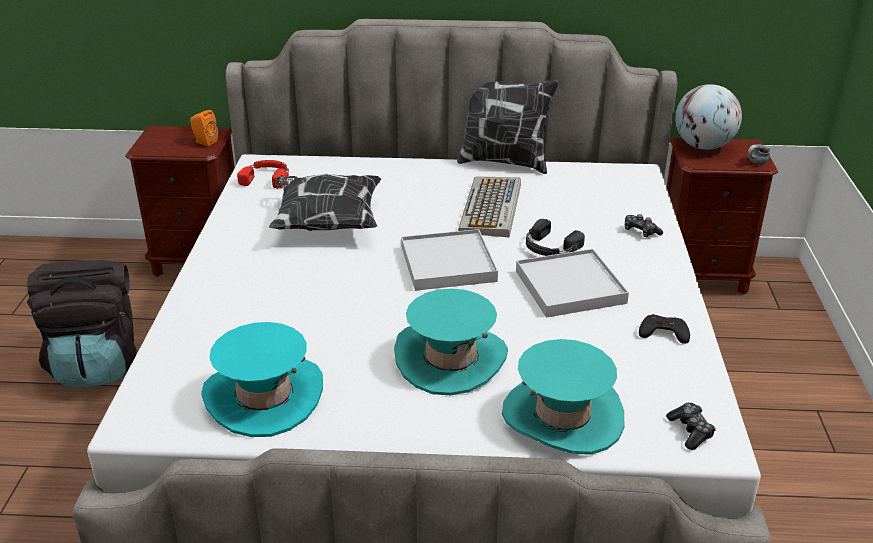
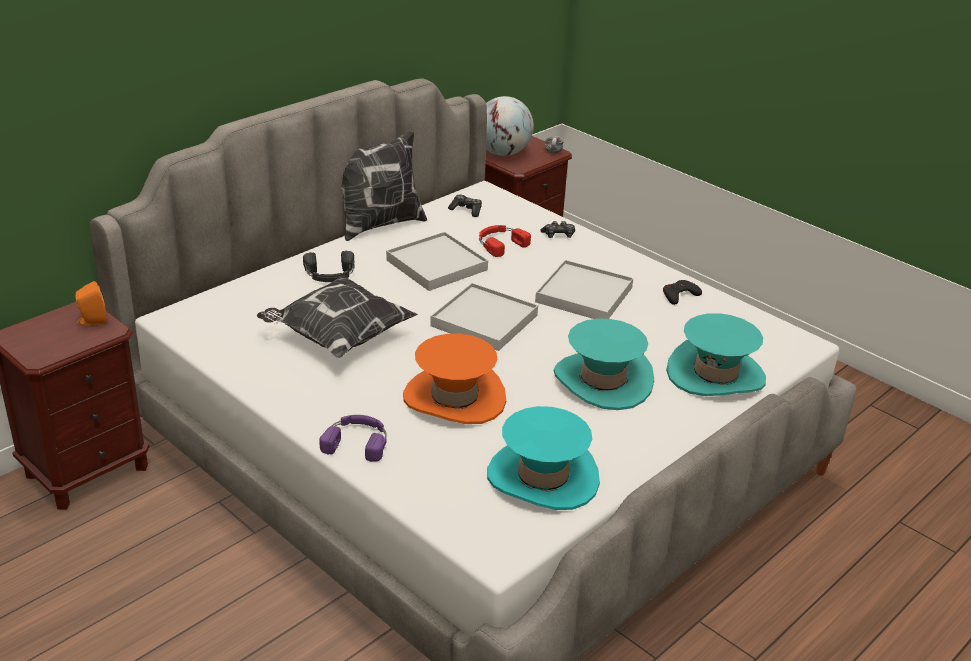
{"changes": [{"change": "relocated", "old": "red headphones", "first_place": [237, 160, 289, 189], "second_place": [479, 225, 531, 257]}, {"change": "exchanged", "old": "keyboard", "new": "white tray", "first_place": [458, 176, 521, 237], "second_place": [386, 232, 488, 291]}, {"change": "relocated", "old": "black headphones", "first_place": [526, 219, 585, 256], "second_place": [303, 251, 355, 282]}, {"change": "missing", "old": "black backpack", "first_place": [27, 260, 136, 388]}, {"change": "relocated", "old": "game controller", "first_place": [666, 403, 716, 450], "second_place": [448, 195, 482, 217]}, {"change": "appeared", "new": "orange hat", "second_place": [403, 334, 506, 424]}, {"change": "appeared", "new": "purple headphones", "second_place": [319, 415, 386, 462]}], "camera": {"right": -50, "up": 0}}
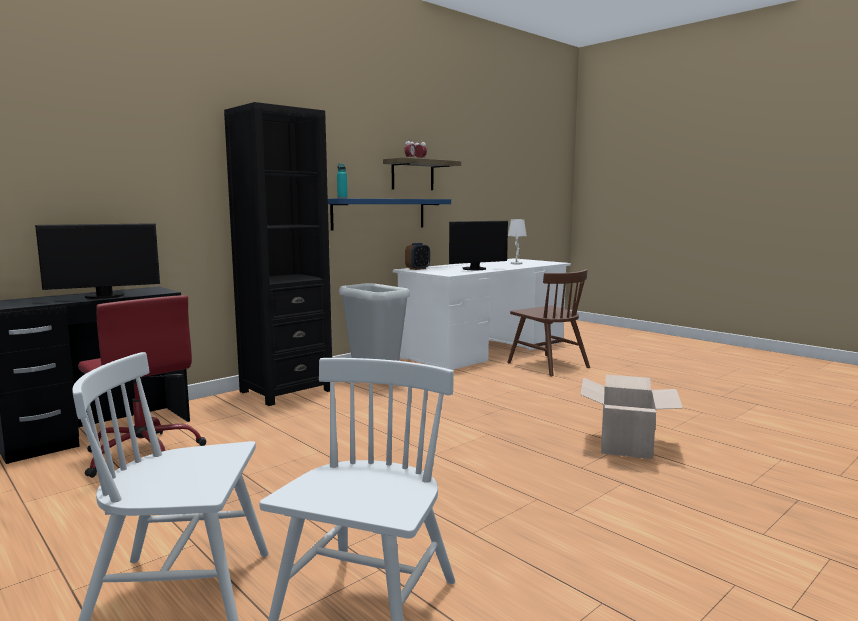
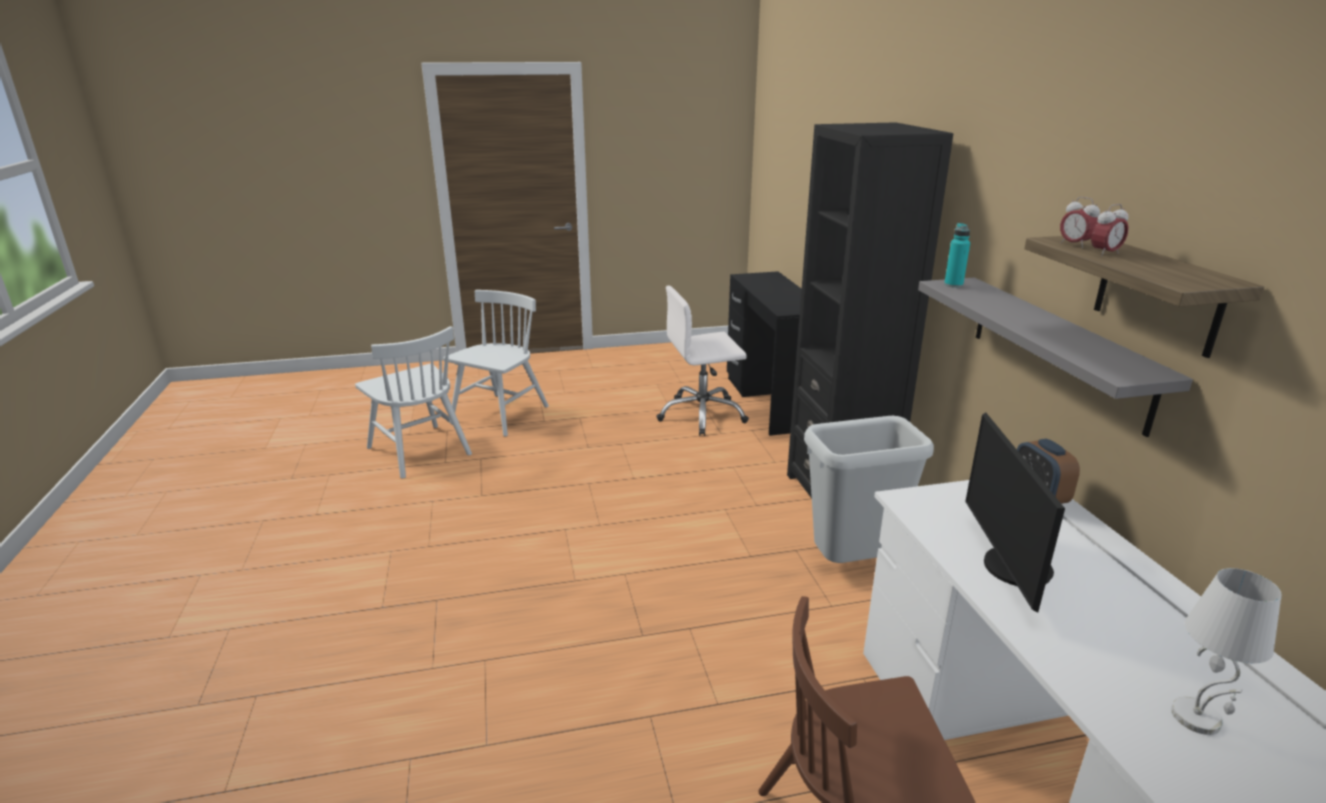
{"changes": [{"change": "colour", "old": "blue shelf", "new": "grey shelf", "first_place": [328, 198, 451, 231], "second_place": [918, 277, 1193, 437]}, {"change": "missing", "old": "monitor", "first_place": [35, 223, 160, 299]}, {"change": "colour", "old": "red office chair", "new": "white office chair", "first_place": [78, 295, 207, 478], "second_place": [656, 286, 749, 436]}, {"change": "missing", "old": "cardboard box", "first_place": [580, 375, 683, 459]}], "camera": {"right": 120, "up": 15}}
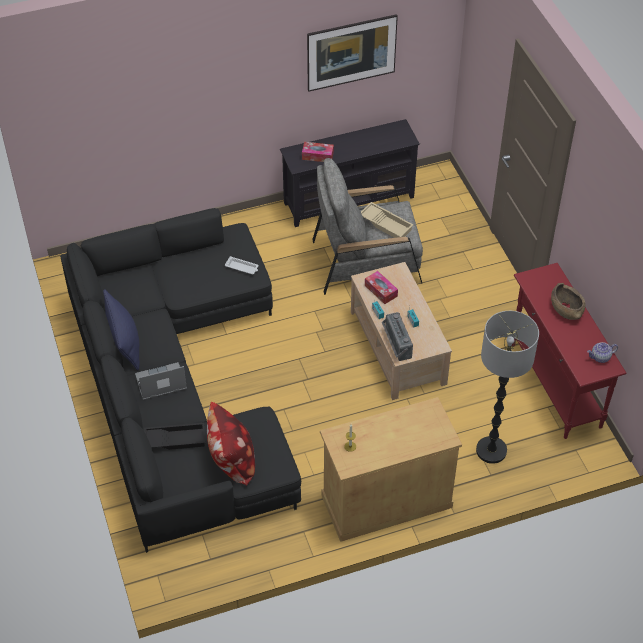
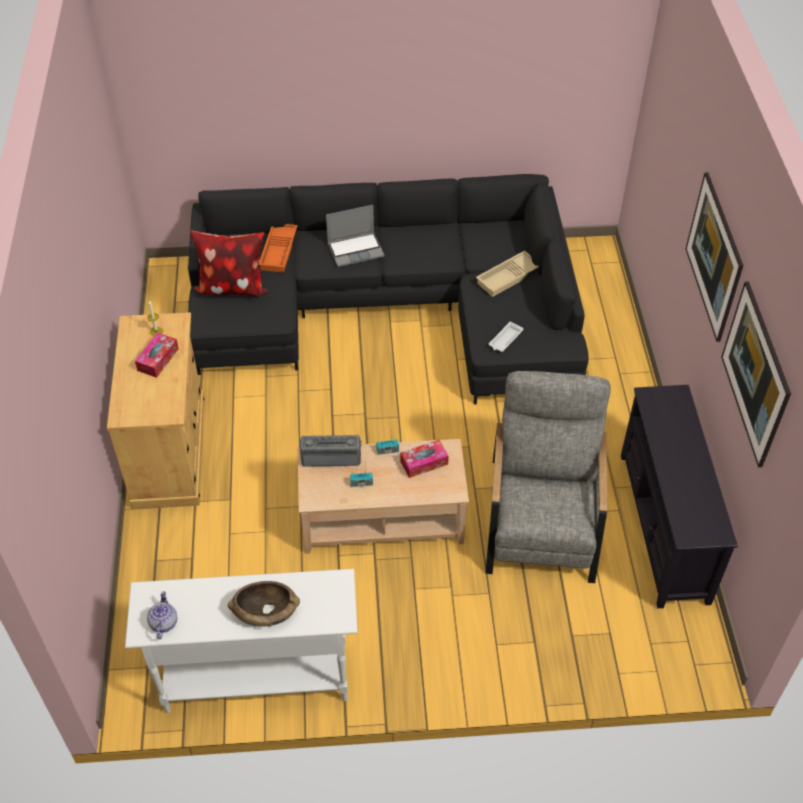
{"changes": [{"change": "relocated", "old": "tissue box", "first_place": [302, 142, 334, 162], "second_place": [135, 333, 179, 378]}, {"change": "relocated", "old": "beige tray", "first_place": [361, 202, 413, 238], "second_place": [476, 251, 539, 297]}, {"change": "colour", "old": "red console table", "new": "white console table", "first_place": [512, 263, 627, 439], "second_place": [125, 569, 358, 713]}, {"change": "missing", "old": "blue pillow", "first_place": [103, 289, 140, 371]}, {"change": "missing", "old": "floor lamp", "first_place": [476, 311, 539, 464]}, {"change": "spun", "old": "laptop", "first_place": [135, 362, 187, 400], "second_place": [326, 205, 385, 267], "degrees": 75}, {"change": "colour", "old": "black tray", "new": "orange tray", "first_place": [144, 423, 205, 450], "second_place": [259, 224, 298, 273]}, {"change": "appeared", "new": "picture", "second_place": [686, 172, 743, 342]}], "camera": {"right": 105, "up": 0}}
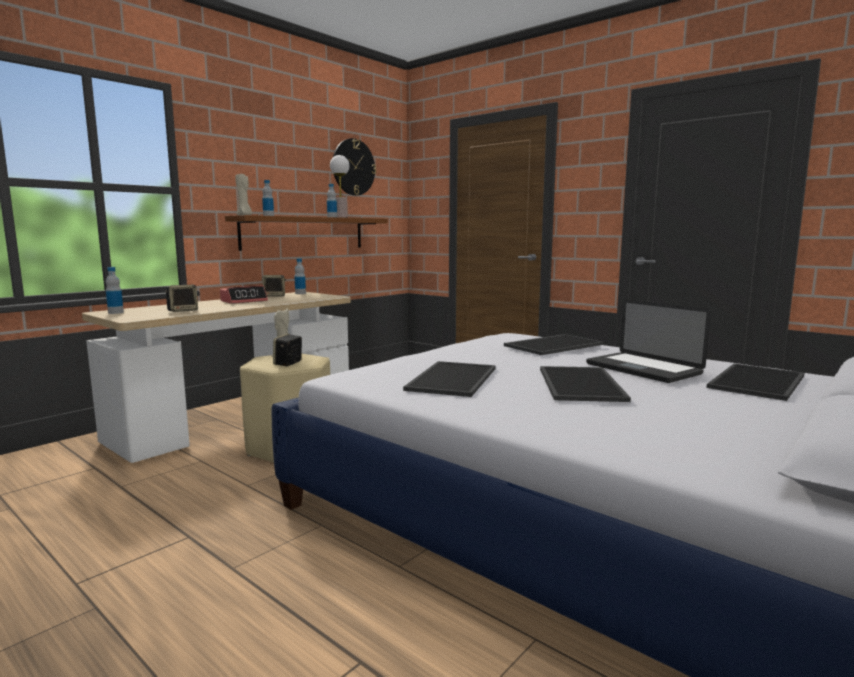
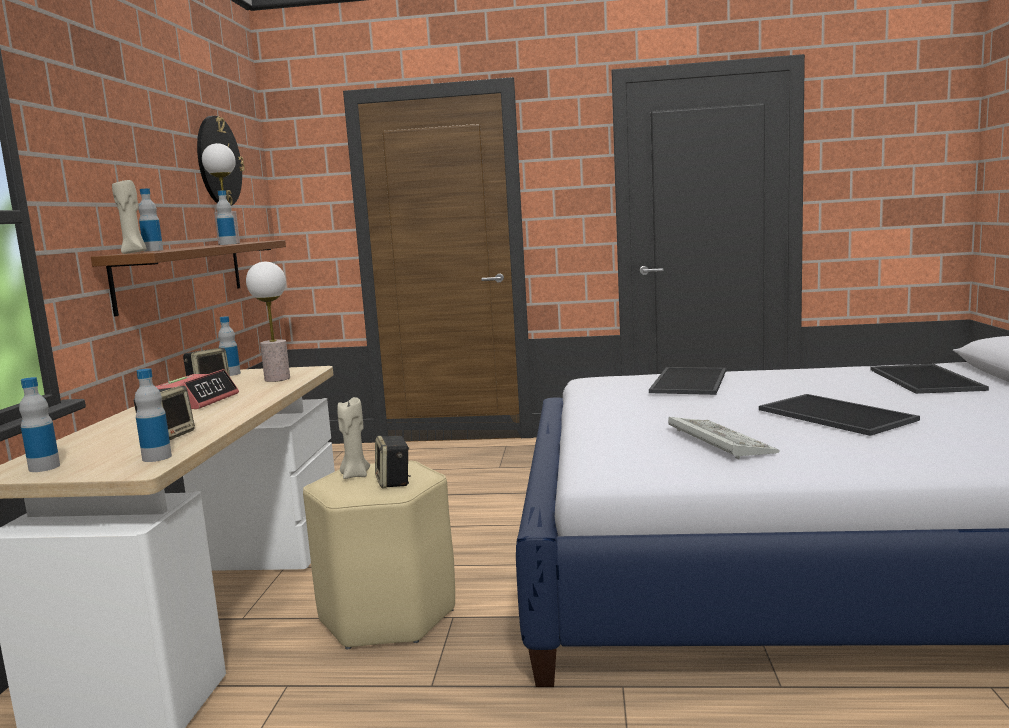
{"changes": [{"change": "missing", "old": "laptop", "first_place": [586, 300, 711, 383]}, {"change": "exchanged", "old": "tray", "new": "keyboard", "first_place": [403, 361, 496, 397], "second_place": [668, 417, 780, 459]}, {"change": "appeared", "new": "table lamp", "second_place": [246, 262, 290, 382]}, {"change": "appeared", "new": "bottle", "second_place": [135, 368, 172, 462]}], "camera": {"right": -35, "up": 0}}
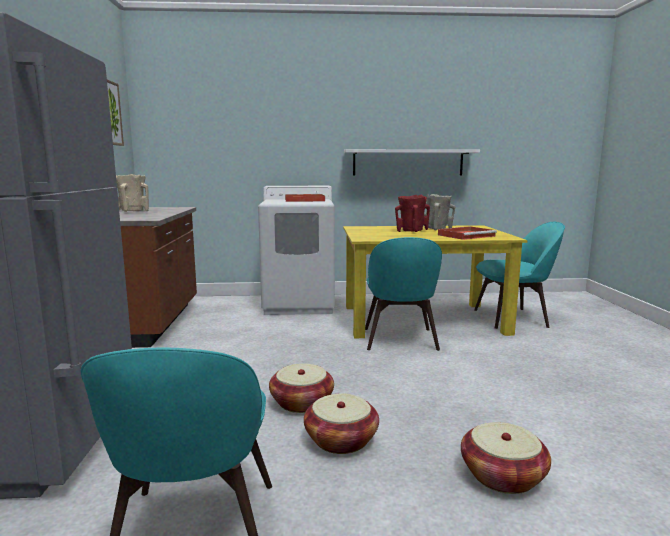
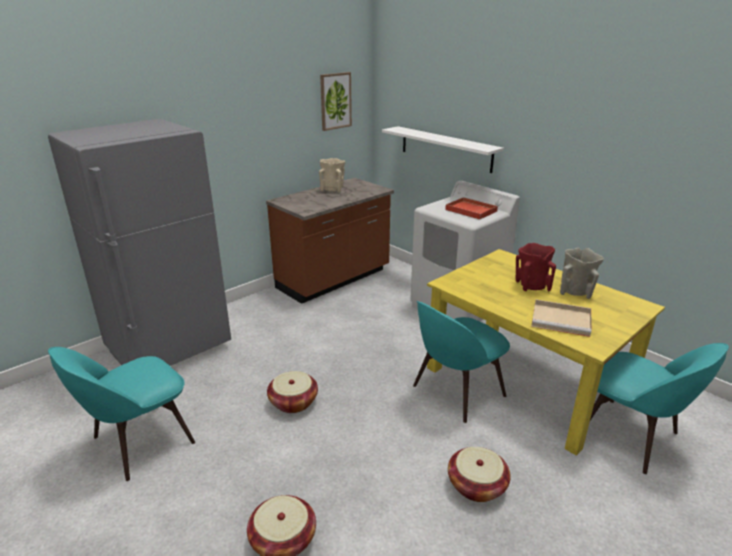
{"changes": [{"change": "relocated", "old": "white shelf", "first_place": [344, 149, 480, 175], "second_place": [382, 126, 504, 173]}, {"change": "colour", "old": "red tray", "new": "beige tray", "first_place": [438, 226, 497, 240], "second_place": [531, 299, 592, 337]}, {"change": "relocated", "old": "basket", "first_place": [304, 393, 379, 454], "second_place": [448, 447, 511, 502]}], "camera": {"right": 50, "up": 15}}
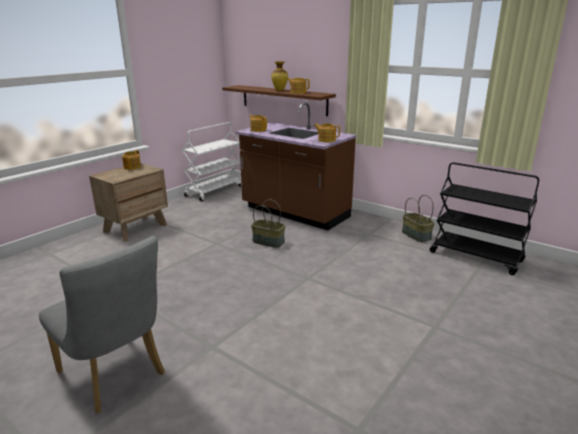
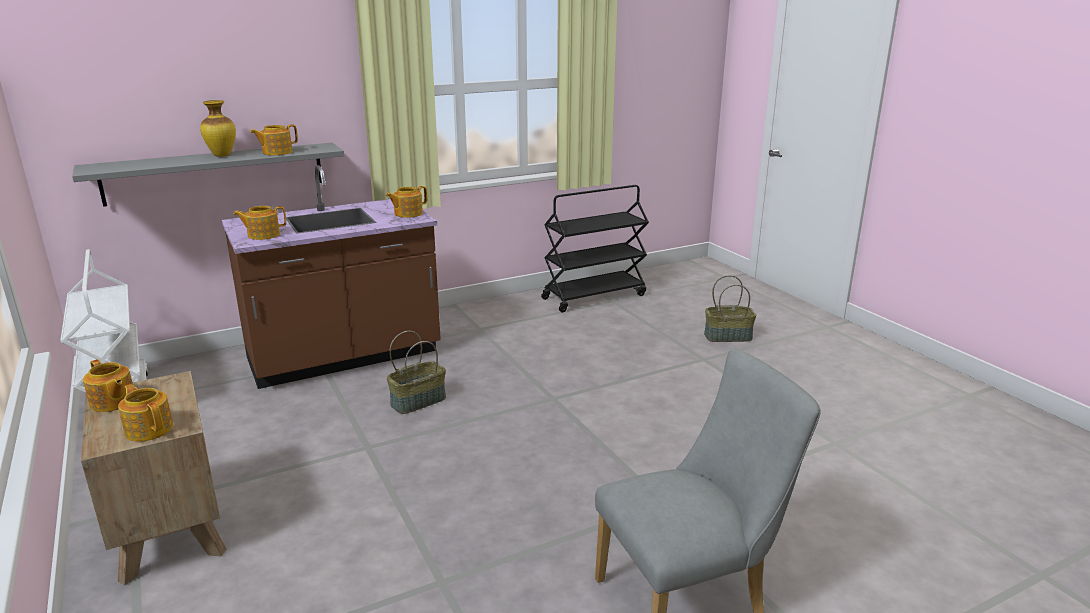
{"changes": [{"change": "colour", "old": "brown shelf", "new": "grey shelf", "first_place": [222, 85, 336, 116], "second_place": [72, 143, 344, 207]}, {"change": "relocated", "old": "basket", "first_place": [402, 195, 435, 243], "second_place": [704, 275, 756, 342]}, {"change": "appeared", "new": "teapot", "second_place": [118, 384, 173, 442]}], "camera": {"right": -65, "up": 0}}
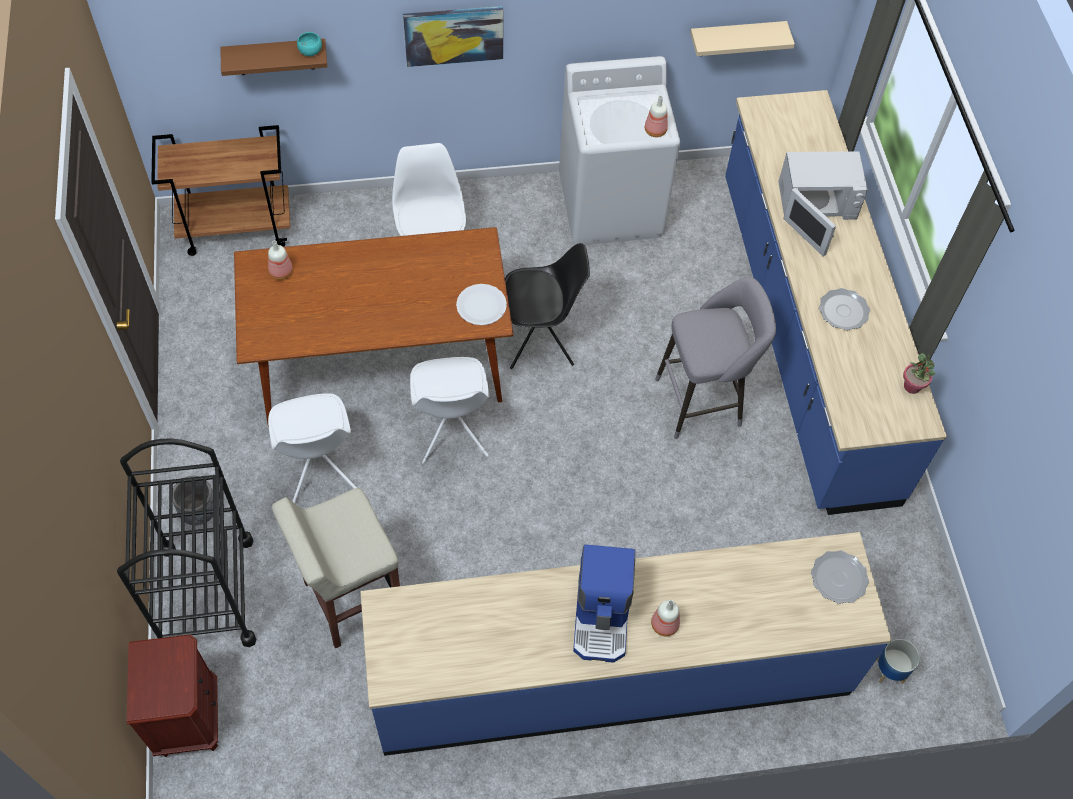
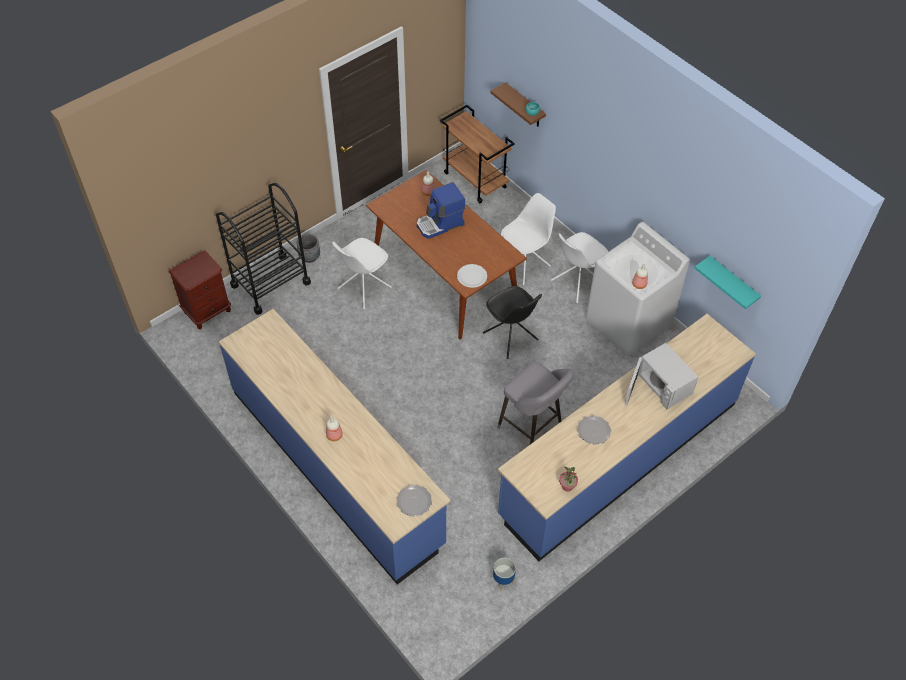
{"changes": [{"change": "missing", "old": "picture", "first_place": [403, 6, 504, 67]}, {"change": "colour", "old": "beige shelf", "new": "turquoise shelf", "first_place": [690, 21, 795, 56], "second_place": [694, 256, 761, 309]}, {"change": "relocated", "old": "white chair", "first_place": [410, 357, 489, 464], "second_place": [551, 232, 608, 303]}, {"change": "missing", "old": "beige stool", "first_place": [272, 488, 400, 648]}, {"change": "relocated", "old": "coffee machine", "first_place": [573, 545, 636, 663], "second_place": [417, 182, 465, 239]}, {"change": "relocated", "old": "planter", "first_place": [876, 639, 920, 684], "second_place": [493, 558, 516, 590]}], "camera": {"right": 60, "up": -5}}
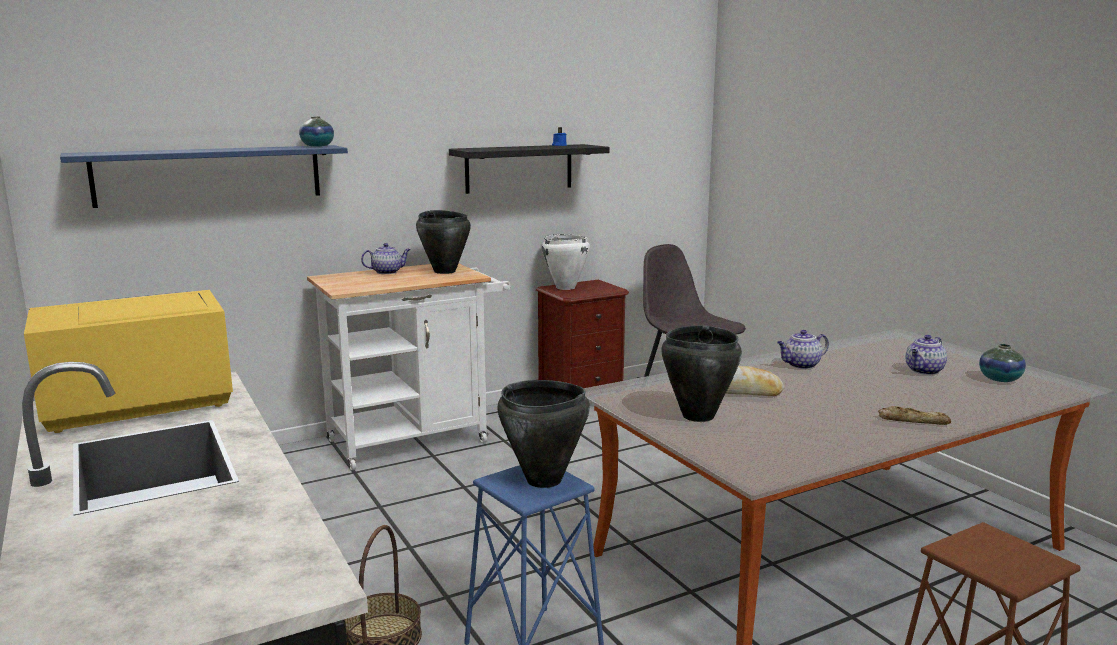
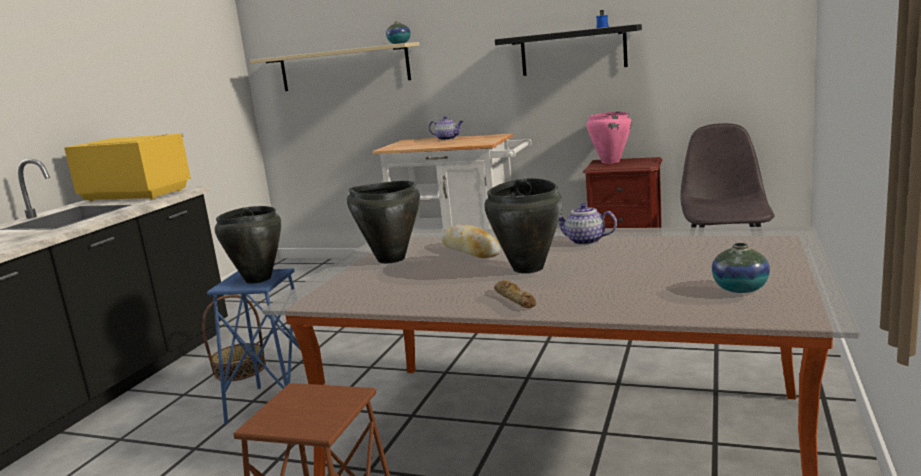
{"changes": [{"change": "colour", "old": "blue shelf", "new": "beige shelf", "first_place": [60, 145, 348, 208], "second_place": [250, 42, 420, 91]}, {"change": "relocated", "old": "black cooking pot", "first_place": [416, 210, 471, 274], "second_place": [484, 178, 562, 273]}, {"change": "colour", "old": "white cooking pot", "new": "pink cooking pot", "first_place": [542, 234, 590, 290], "second_place": [587, 112, 632, 164]}, {"change": "missing", "old": "teapot", "first_place": [905, 335, 947, 375]}], "camera": {"right": 50, "up": 0}}
